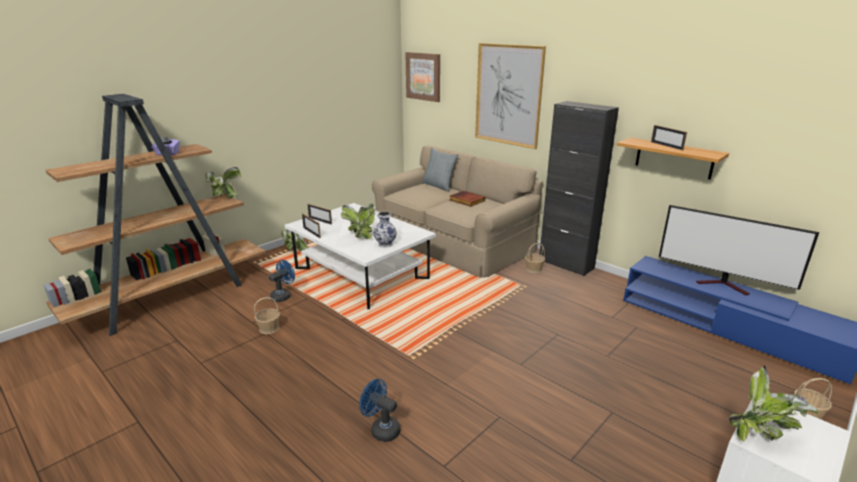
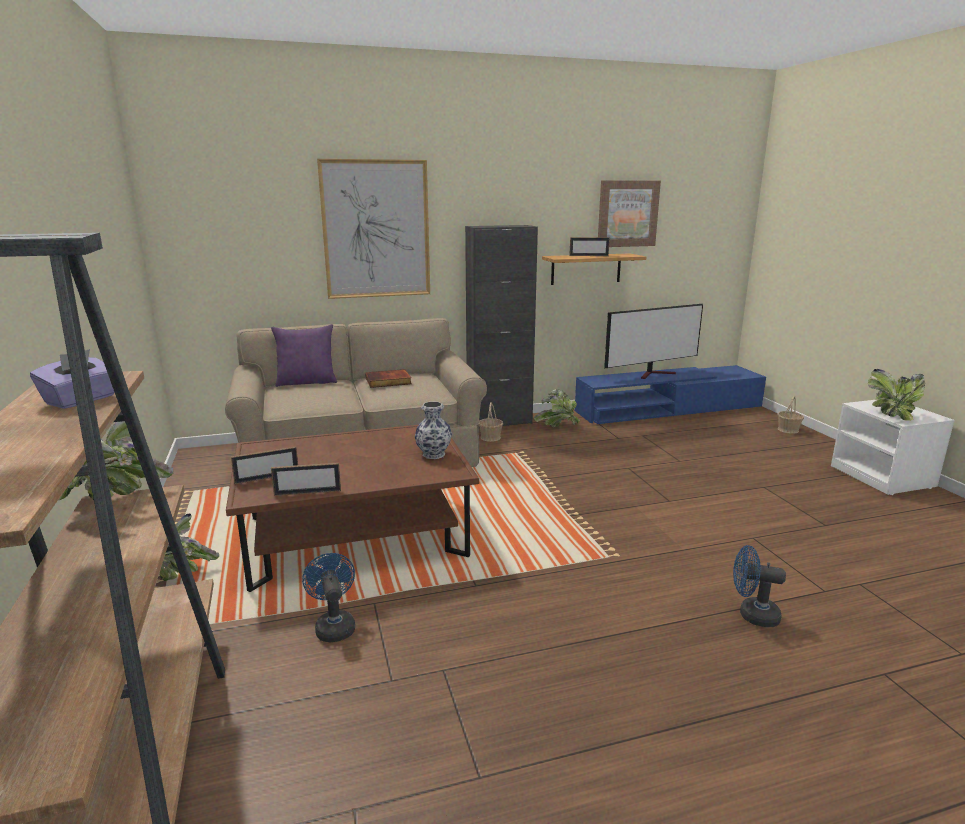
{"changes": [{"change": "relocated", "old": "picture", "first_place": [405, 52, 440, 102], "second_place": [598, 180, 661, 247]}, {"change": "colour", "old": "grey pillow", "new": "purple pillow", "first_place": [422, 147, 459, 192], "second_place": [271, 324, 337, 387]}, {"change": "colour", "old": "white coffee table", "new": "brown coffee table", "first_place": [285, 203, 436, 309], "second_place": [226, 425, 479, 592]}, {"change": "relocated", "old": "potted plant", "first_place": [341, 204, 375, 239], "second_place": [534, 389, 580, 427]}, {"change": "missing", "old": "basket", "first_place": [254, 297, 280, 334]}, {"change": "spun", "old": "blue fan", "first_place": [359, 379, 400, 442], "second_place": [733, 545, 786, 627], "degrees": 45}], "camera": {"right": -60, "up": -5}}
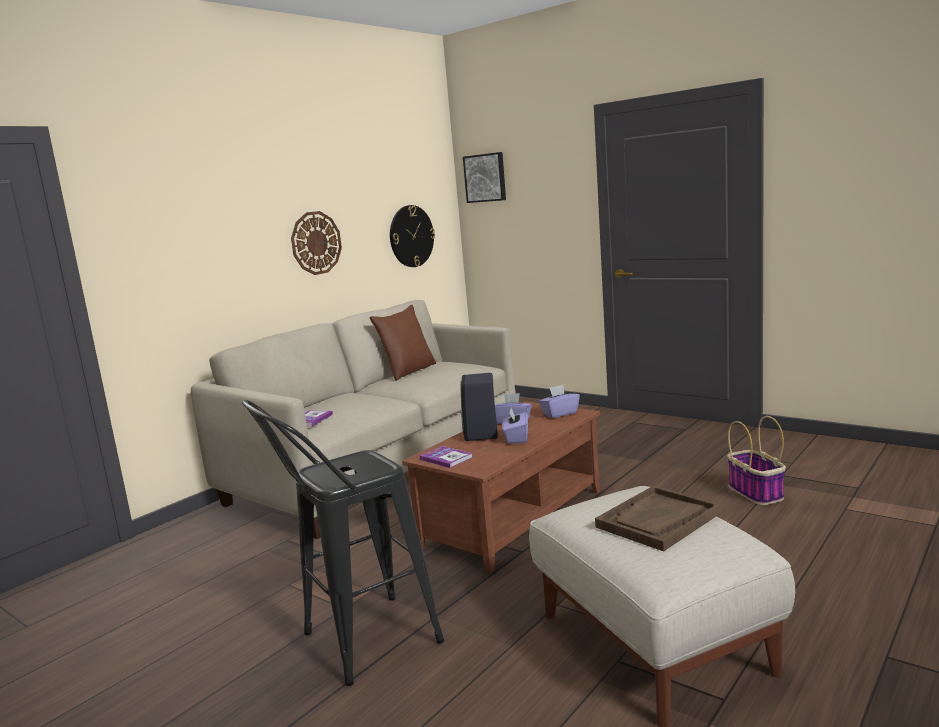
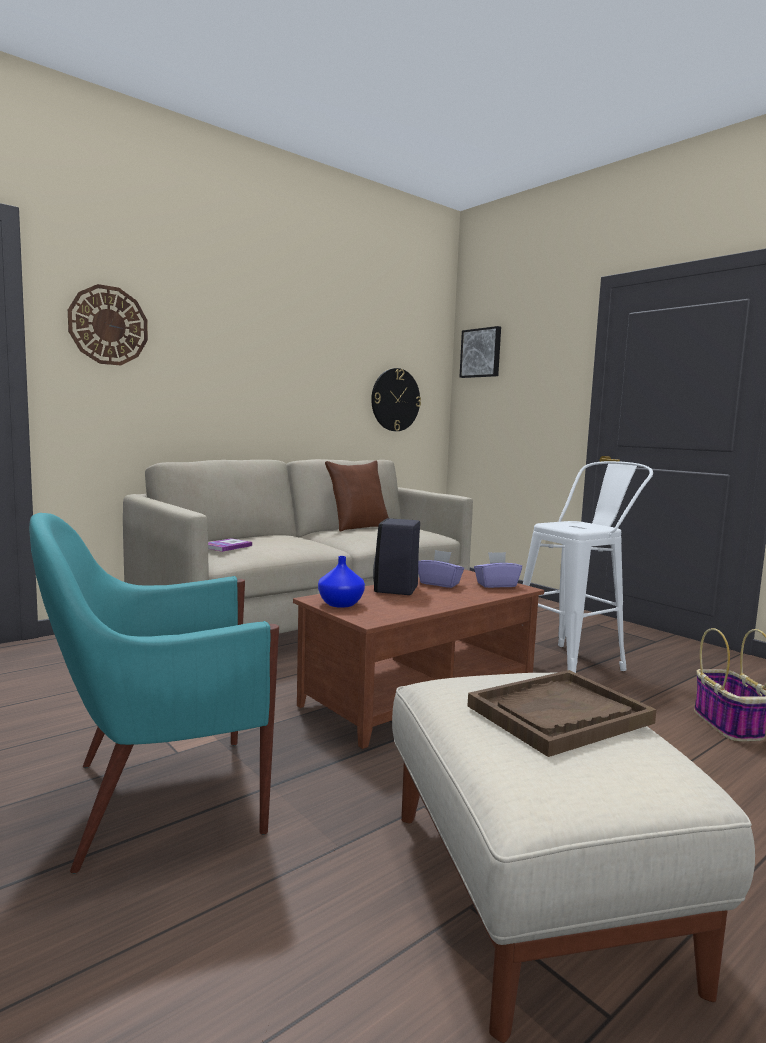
{"changes": [{"change": "relocated", "old": "wall clock", "first_place": [291, 211, 342, 275], "second_place": [68, 284, 148, 365]}, {"change": "exchanged", "old": "black stool", "new": "turquoise armchair", "first_place": [242, 400, 444, 686], "second_place": [29, 513, 279, 874]}, {"change": "missing", "old": "purple tissue box", "first_place": [502, 408, 528, 444]}, {"change": "exchanged", "old": "book", "new": "blue vase", "first_place": [420, 446, 473, 468], "second_place": [318, 556, 365, 608]}, {"change": "appeared", "new": "white stool", "second_place": [523, 461, 653, 673]}], "camera": {"right": 10, "up": -5}}
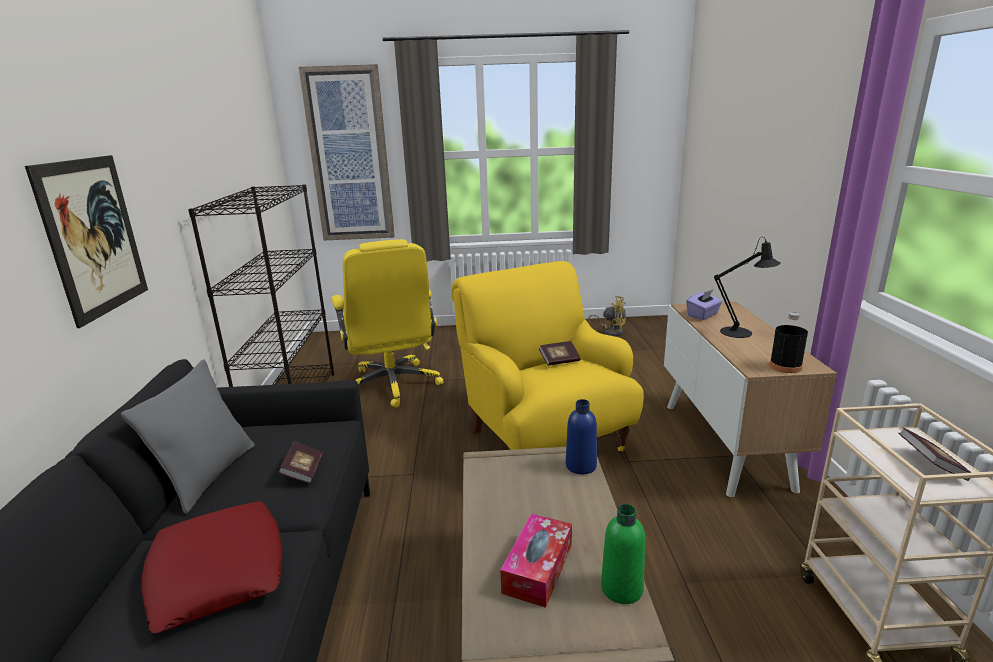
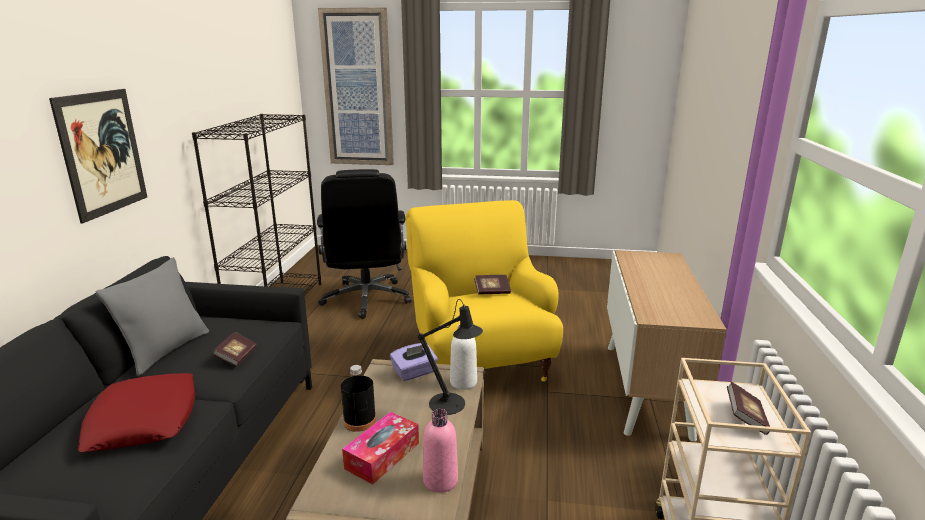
{"changes": [{"change": "relocated", "old": "black table lamp", "first_place": [714, 237, 781, 338], "second_place": [418, 299, 483, 415]}, {"change": "colour", "old": "yellow office chair", "new": "black office chair", "first_place": [331, 239, 444, 407], "second_place": [317, 169, 411, 319]}, {"change": "relocated", "old": "purple tissue box", "first_place": [686, 289, 723, 320], "second_place": [390, 343, 438, 381]}, {"change": "missing", "old": "yellow fan", "first_place": [588, 296, 626, 336]}, {"change": "relocated", "old": "black bottle", "first_place": [770, 312, 808, 373], "second_place": [341, 365, 376, 432]}, {"change": "colour", "old": "blue bottle", "new": "white bottle", "first_place": [566, 399, 597, 474], "second_place": [450, 325, 477, 390]}, {"change": "colour", "old": "green bottle", "new": "pink bottle", "first_place": [601, 504, 645, 604], "second_place": [423, 409, 458, 493]}], "camera": {"right": 10, "up": 0}}
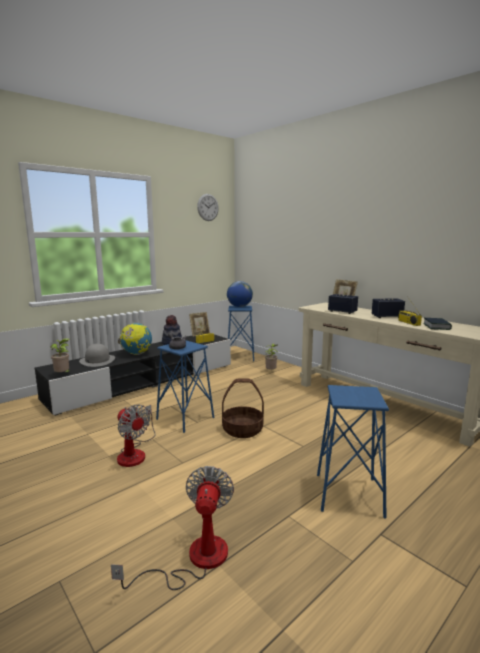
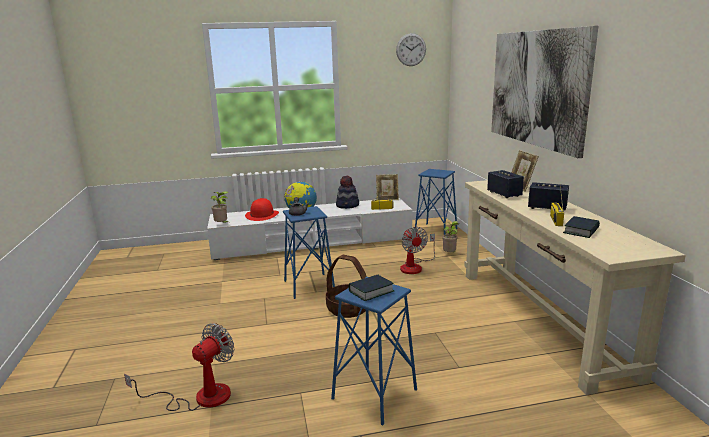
{"changes": [{"change": "missing", "old": "globe", "first_place": [227, 281, 253, 307]}, {"change": "colour", "old": "black tv stand", "new": "white tv stand", "first_place": [34, 335, 231, 416], "second_place": [207, 198, 412, 260]}, {"change": "colour", "old": "grey hat", "new": "red hat", "first_place": [79, 343, 115, 367], "second_place": [245, 198, 279, 221]}, {"change": "relocated", "old": "fan", "first_place": [117, 405, 156, 467], "second_place": [400, 227, 435, 274]}, {"change": "appeared", "new": "picture", "second_place": [491, 26, 598, 158]}, {"change": "appeared", "new": "book", "second_place": [349, 275, 394, 301]}], "camera": {"right": 30, "up": 5}}
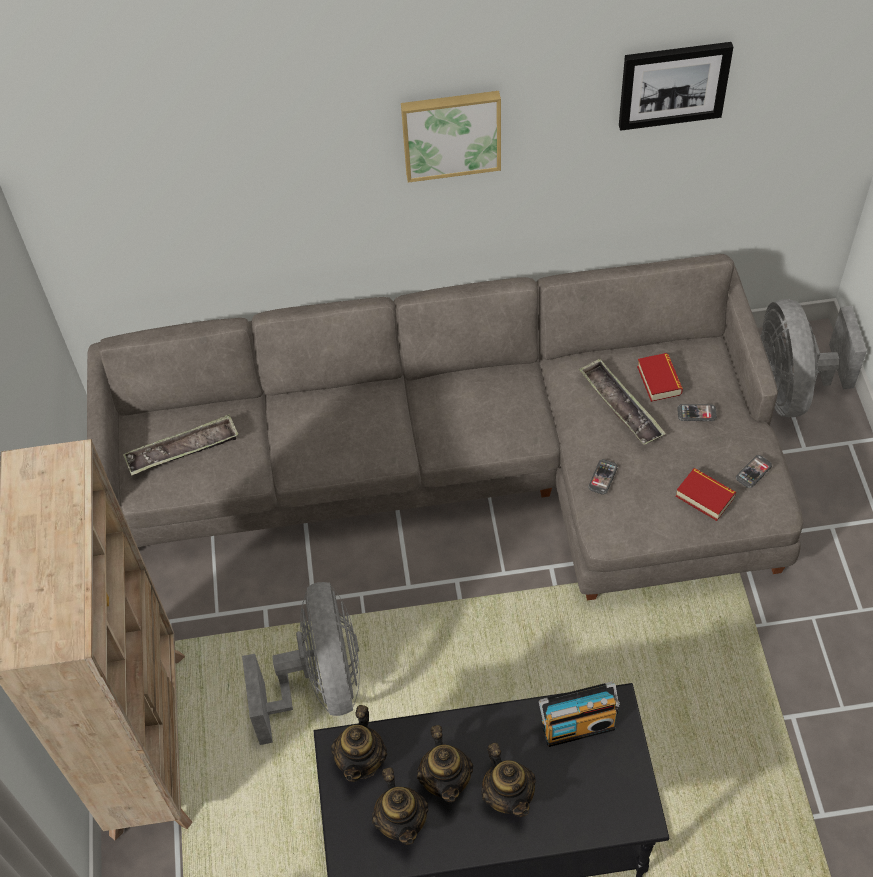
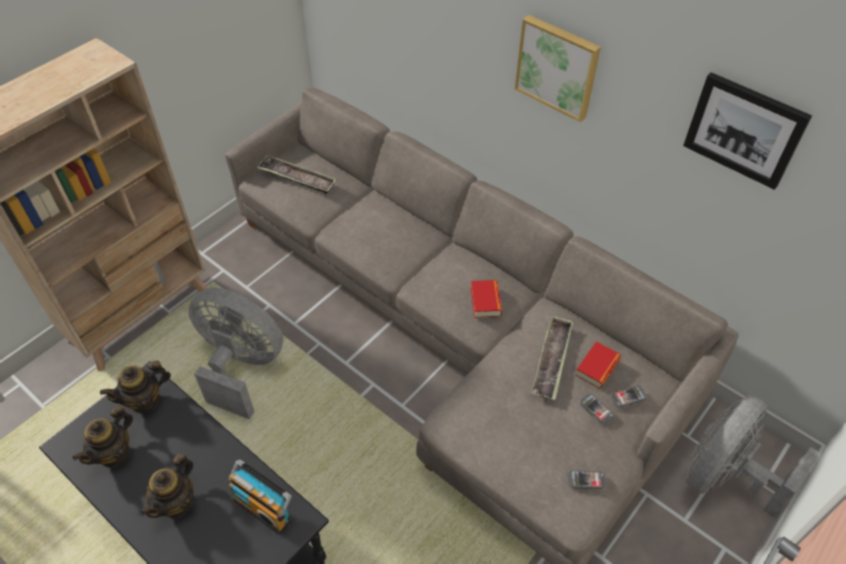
{"changes": [{"change": "relocated", "old": "phone", "first_place": [588, 459, 618, 495], "second_place": [611, 385, 647, 408]}, {"change": "relocated", "old": "book", "first_place": [675, 468, 736, 521], "second_place": [471, 280, 502, 318]}, {"change": "spun", "old": "grey fan", "first_place": [242, 582, 360, 745], "second_place": [189, 288, 283, 420], "degrees": -105}, {"change": "missing", "old": "teapot", "first_place": [417, 725, 473, 802]}], "camera": {"right": 45, "up": -5}}
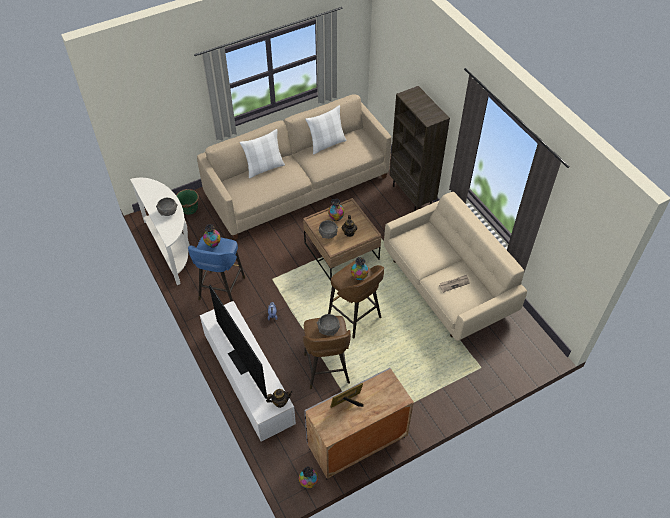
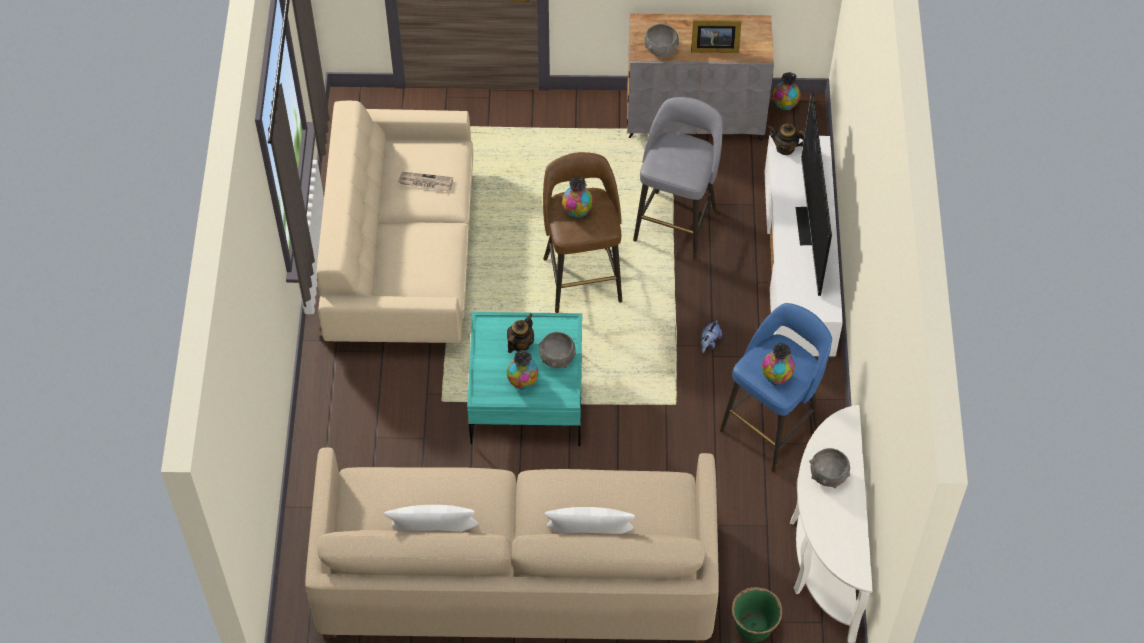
{"changes": [{"change": "missing", "old": "brown bookcase", "first_place": [390, 86, 450, 211]}, {"change": "colour", "old": "brown coffee table", "new": "turquoise coffee table", "first_place": [303, 198, 381, 281], "second_place": [467, 312, 582, 446]}, {"change": "relocated", "old": "grey bowl", "first_place": [317, 314, 340, 336], "second_place": [644, 24, 679, 58]}, {"change": "colour", "old": "brown stool", "new": "grey stool", "first_place": [303, 316, 351, 389], "second_place": [633, 97, 723, 260]}], "camera": {"right": -150, "up": 5}}
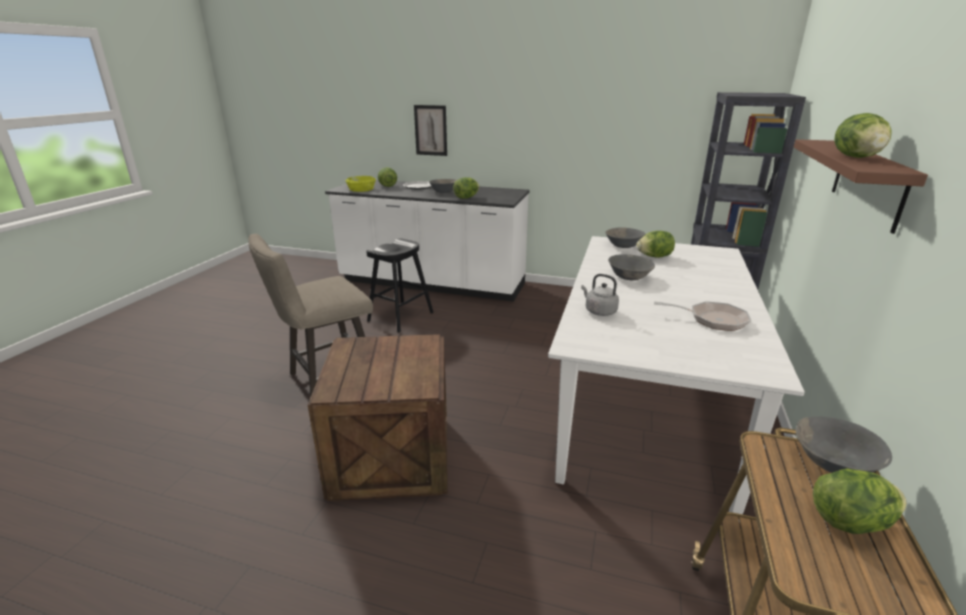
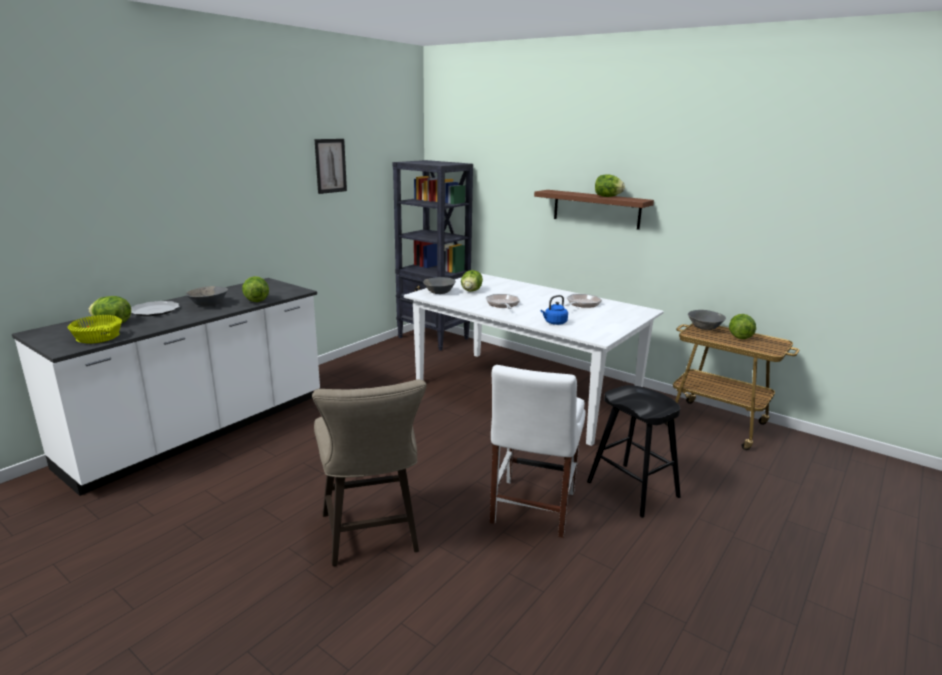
{"changes": [{"change": "relocated", "old": "picture", "first_place": [414, 105, 447, 156], "second_place": [315, 139, 347, 194]}, {"change": "relocated", "old": "black stool", "first_place": [366, 239, 434, 332], "second_place": [587, 385, 681, 518]}, {"change": "exchanged", "old": "grey bowl", "new": "frying pan", "first_place": [608, 254, 655, 281], "second_place": [486, 294, 520, 309]}, {"change": "colour", "old": "grey kettle", "new": "blue kettle", "first_place": [581, 274, 619, 316], "second_place": [541, 295, 568, 325]}, {"change": "exchanged", "old": "crate", "new": "white chair", "first_place": [308, 334, 448, 501], "second_place": [490, 365, 586, 538]}], "camera": {"right": -70, "up": -5}}
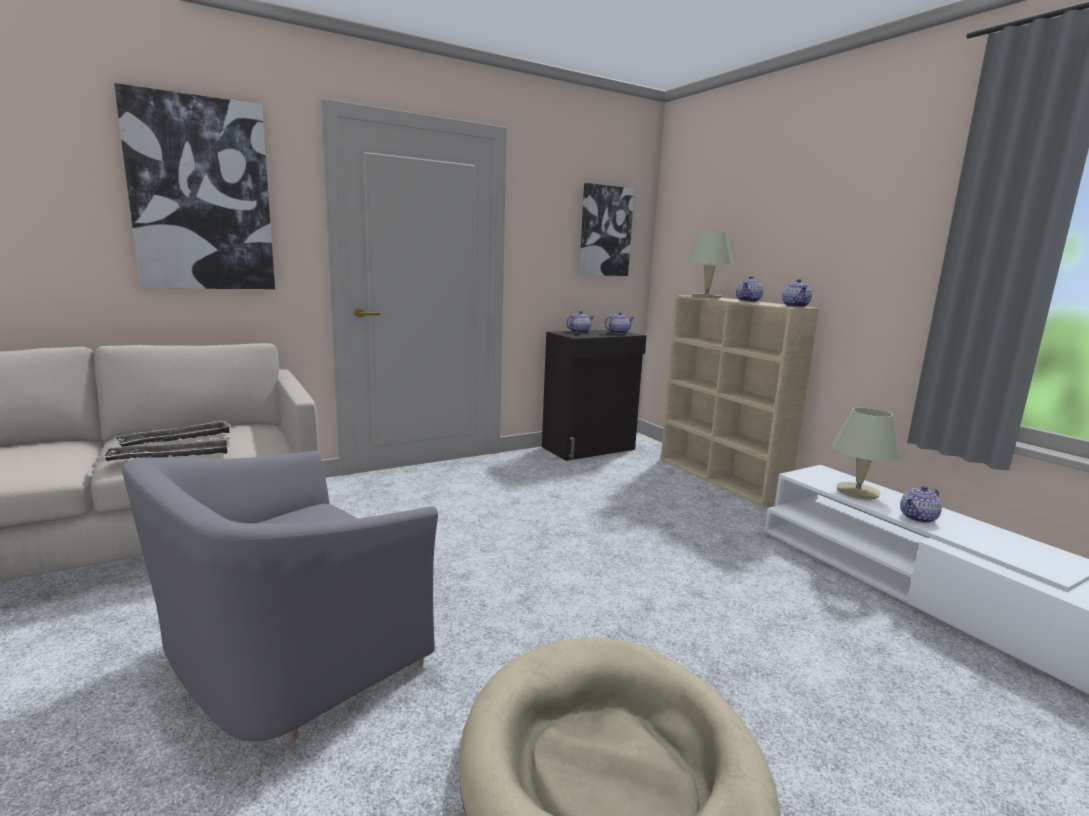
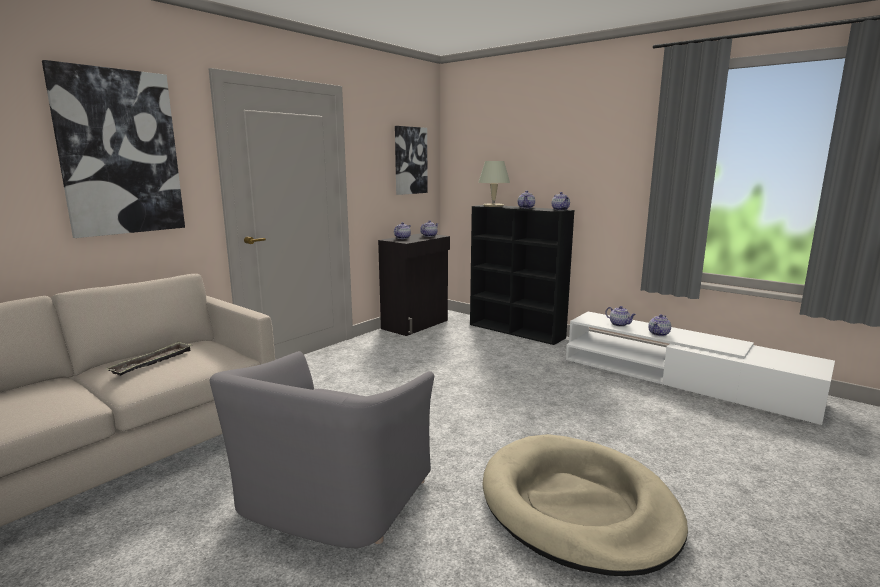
{"changes": [{"change": "colour", "old": "beige bookcase", "new": "black bookcase", "first_place": [661, 295, 819, 507], "second_place": [470, 205, 574, 345]}, {"change": "exchanged", "old": "beige table lamp", "new": "teapot", "first_place": [832, 408, 900, 500], "second_place": [605, 306, 636, 327]}, {"change": "missing", "old": "tray", "first_place": [102, 437, 230, 461]}], "camera": {"right": -20, "up": 0}}
